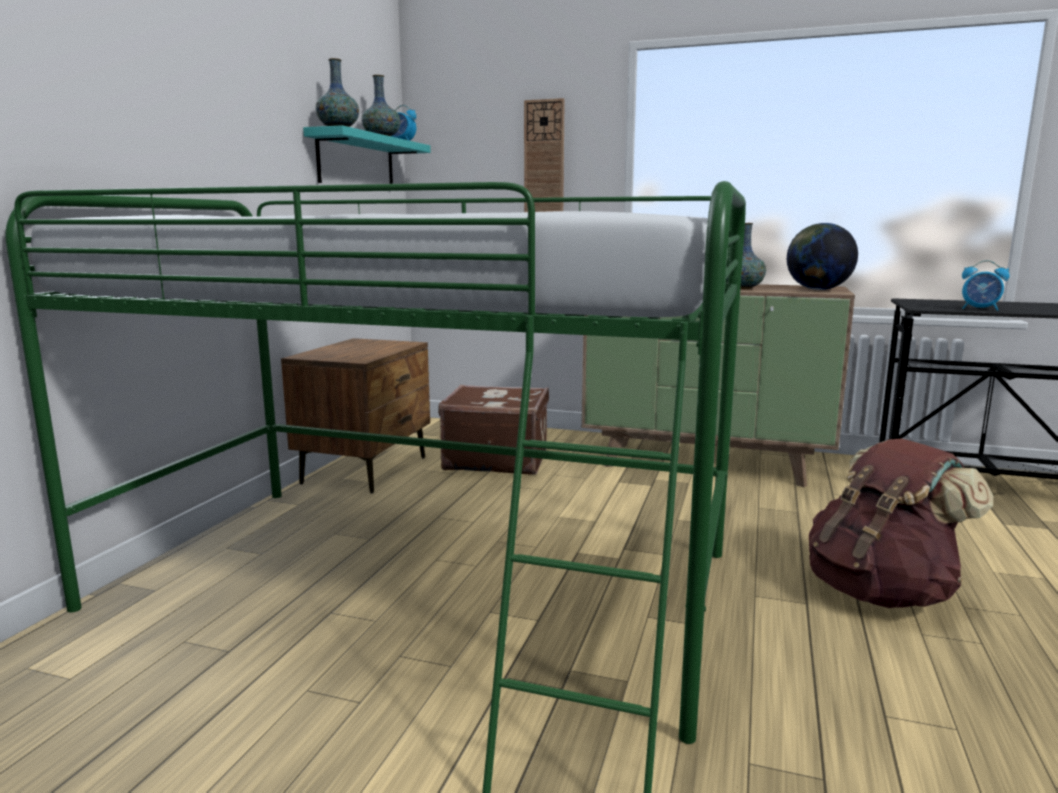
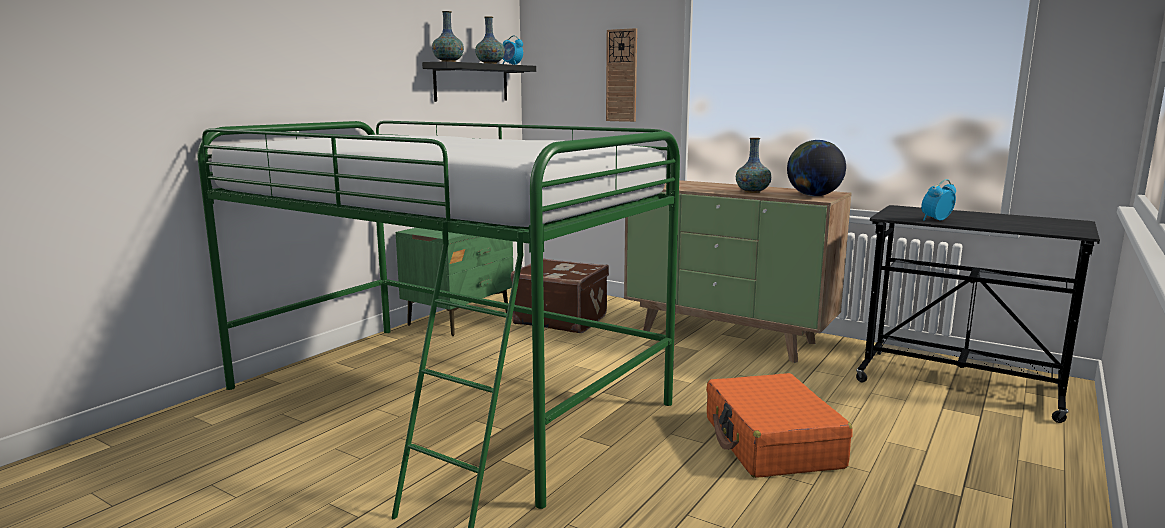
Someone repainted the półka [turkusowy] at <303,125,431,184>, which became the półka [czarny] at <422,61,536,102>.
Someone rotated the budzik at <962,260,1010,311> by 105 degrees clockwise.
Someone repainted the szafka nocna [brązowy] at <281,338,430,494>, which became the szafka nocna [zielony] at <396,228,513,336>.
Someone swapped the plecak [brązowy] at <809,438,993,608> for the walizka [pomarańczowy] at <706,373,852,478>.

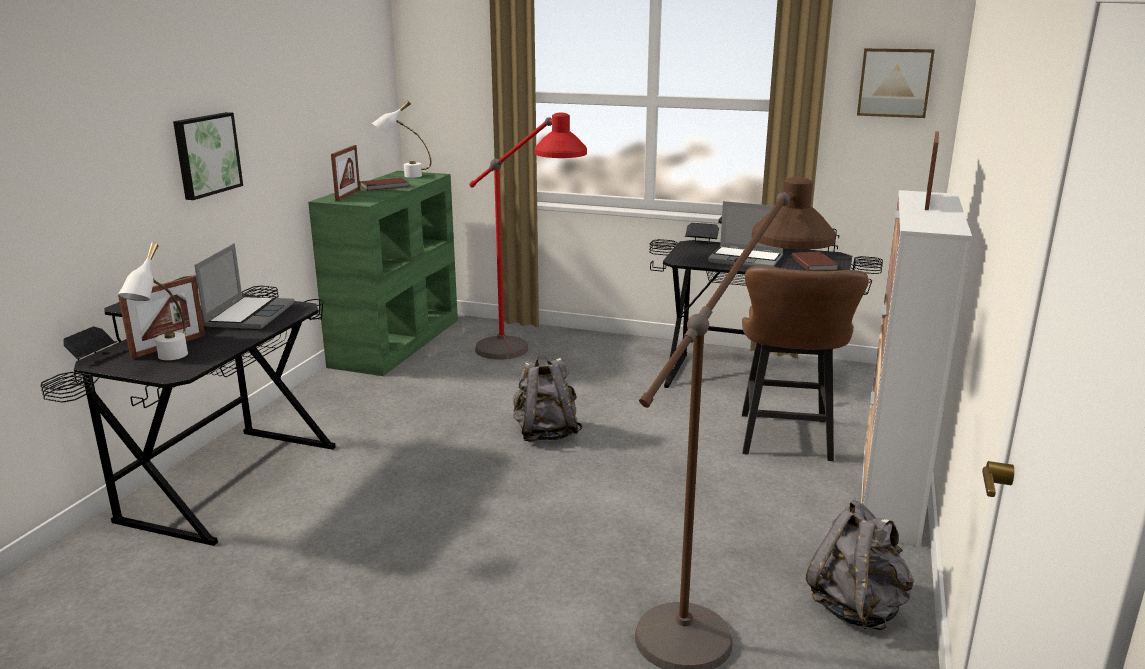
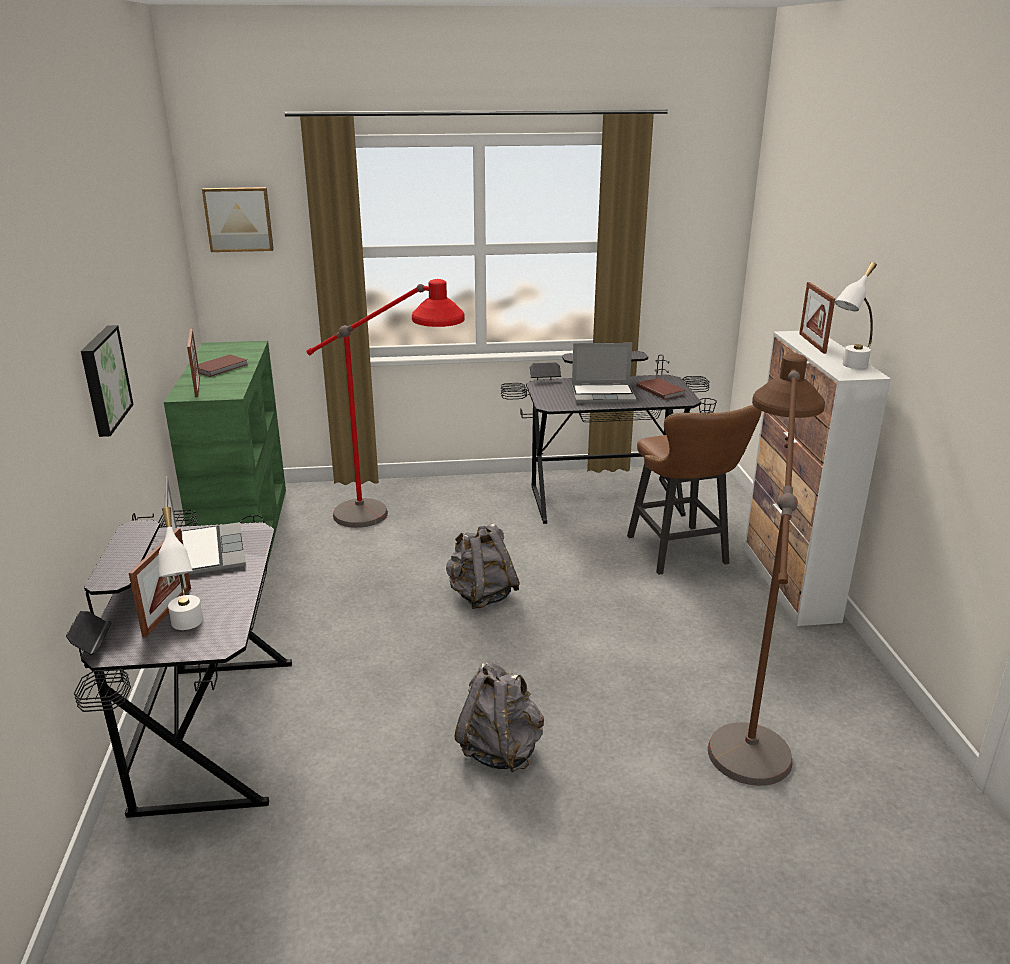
Someone carried the obraz from <857,48,935,118> to <202,187,274,252>.
Someone carried the lampa stołowa [biały] from <372,101,432,178> to <835,262,877,369>.
Someone carried the plecak [szary] from <806,500,914,630> to <455,661,544,772>.

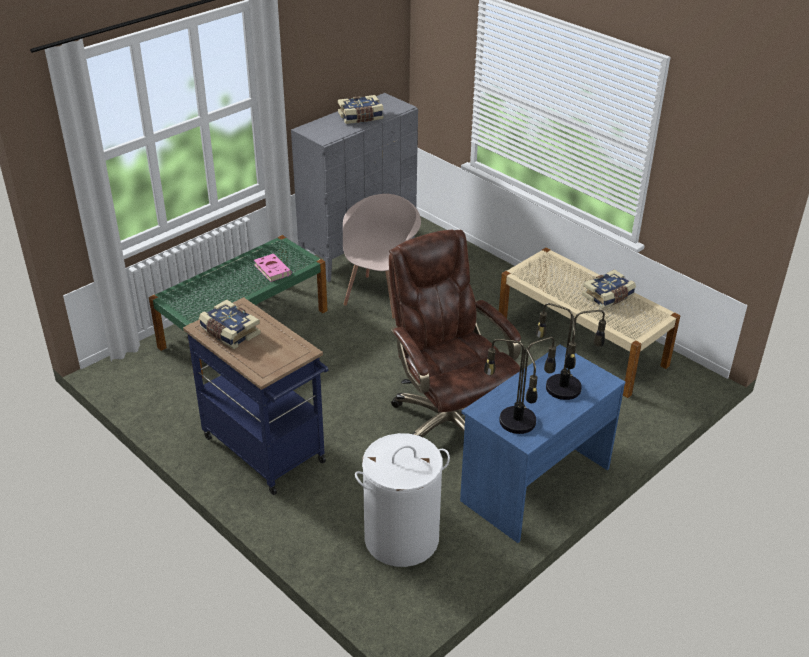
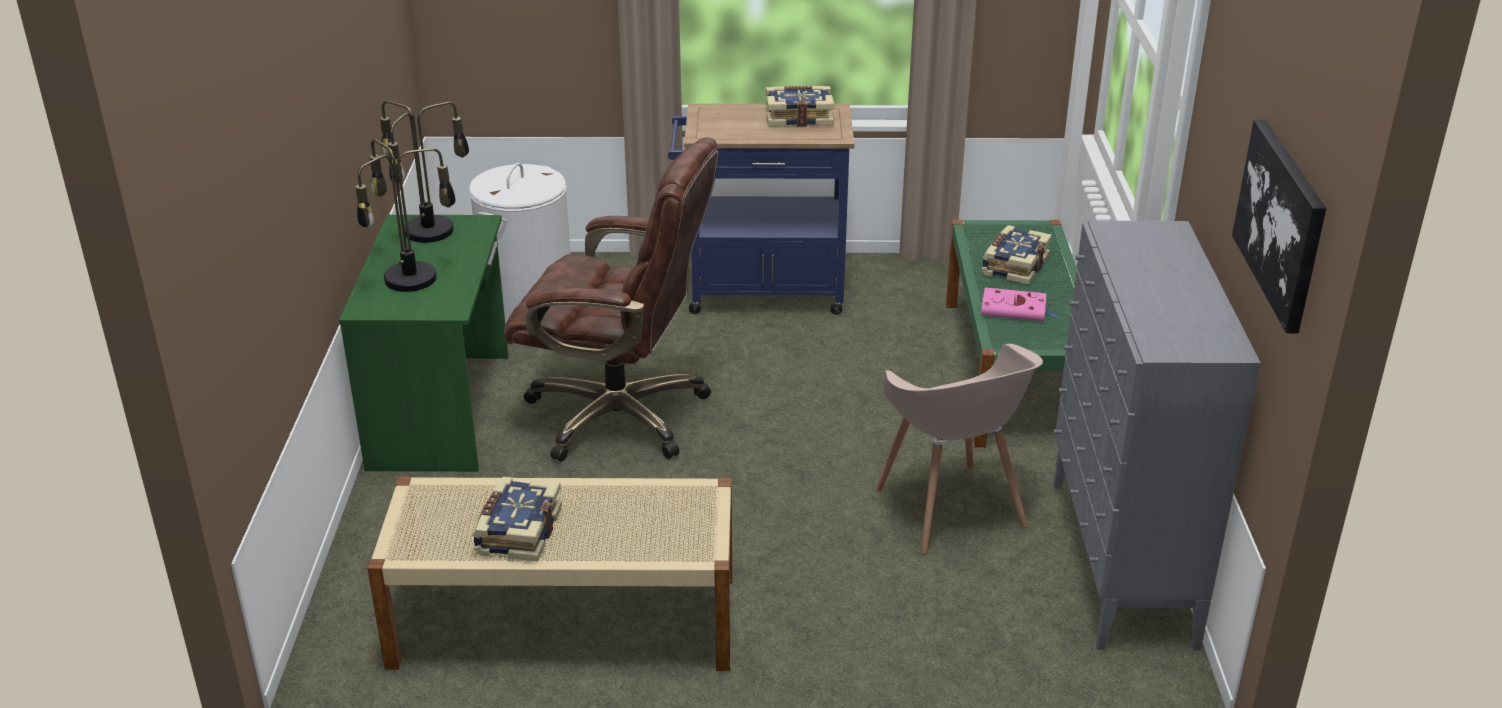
Someone carried the książka from <338,95,384,124> to <982,225,1052,285>.
Someone repainted the biurko [niebieski] at <460,345,625,543>, which became the biurko [zielony] at <339,215,508,472>.
Someone put up the obraz at <1232,119,1326,333>.

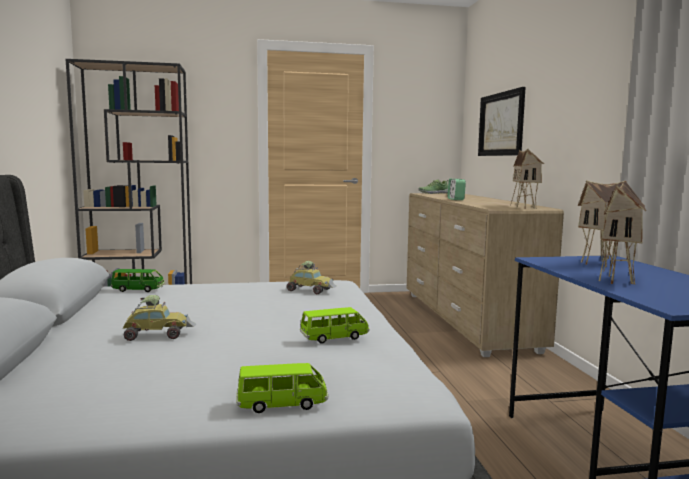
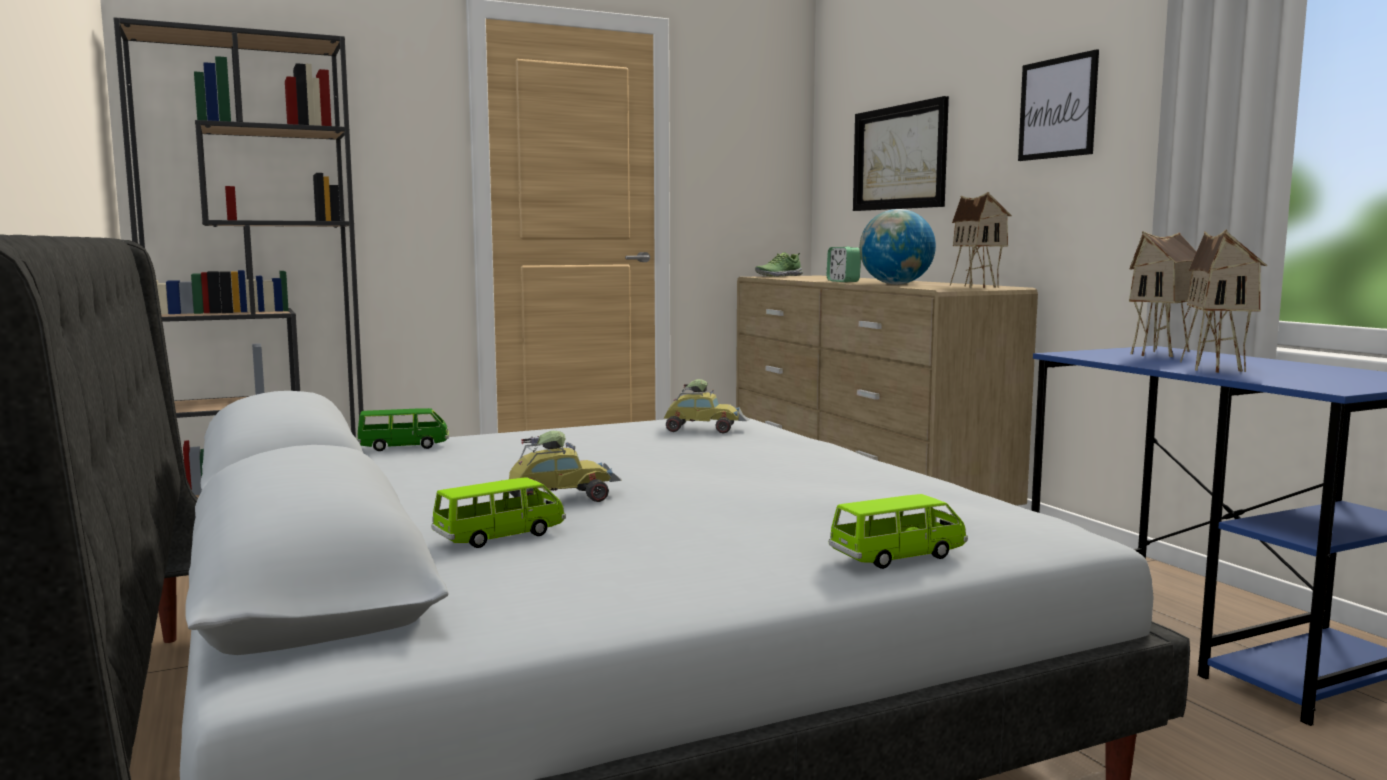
Someone carried the samochodzik [zielony] from <300,307,370,344> to <431,477,566,548>.
Someone put up the obraz at <1018,49,1099,161>.
Someone put down the globus at <859,209,936,284>.

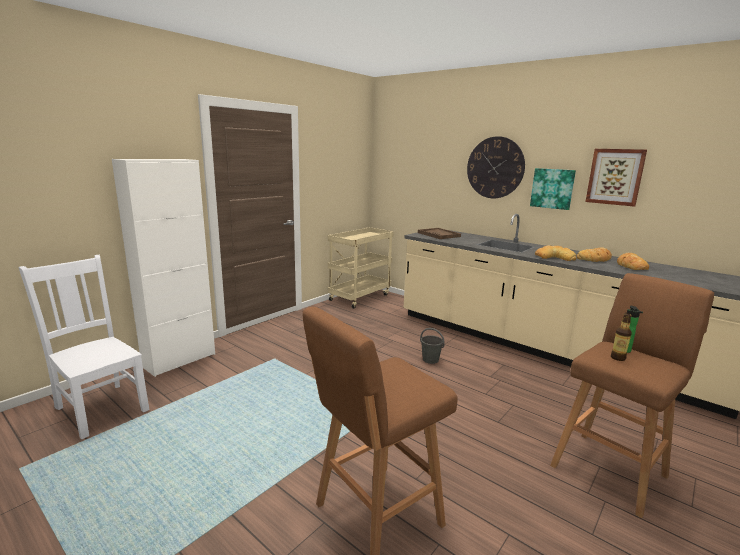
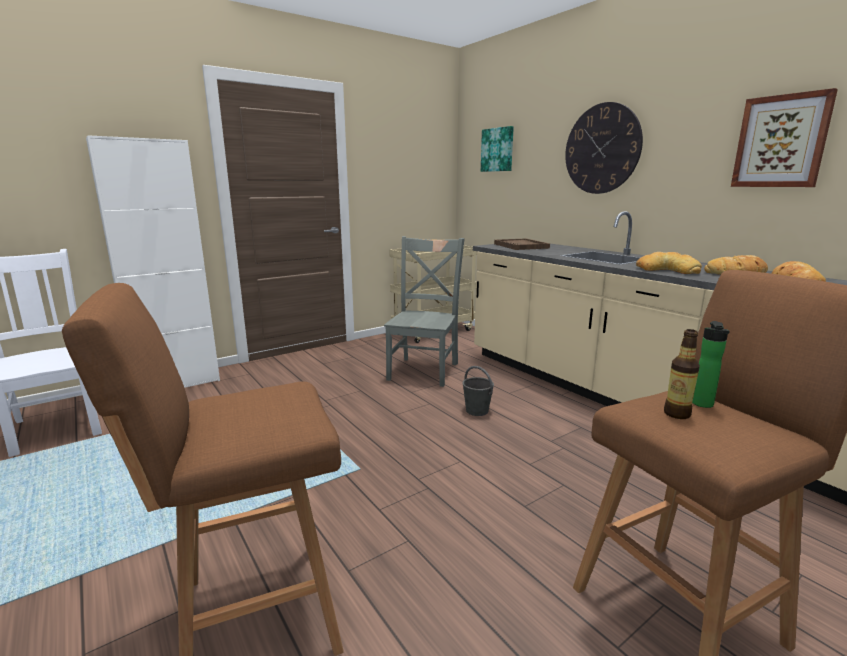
Someone carried the obraz from <530,168,576,210> to <481,126,514,172>.
Someone put down the krzesło [szary] at <384,236,465,387>.

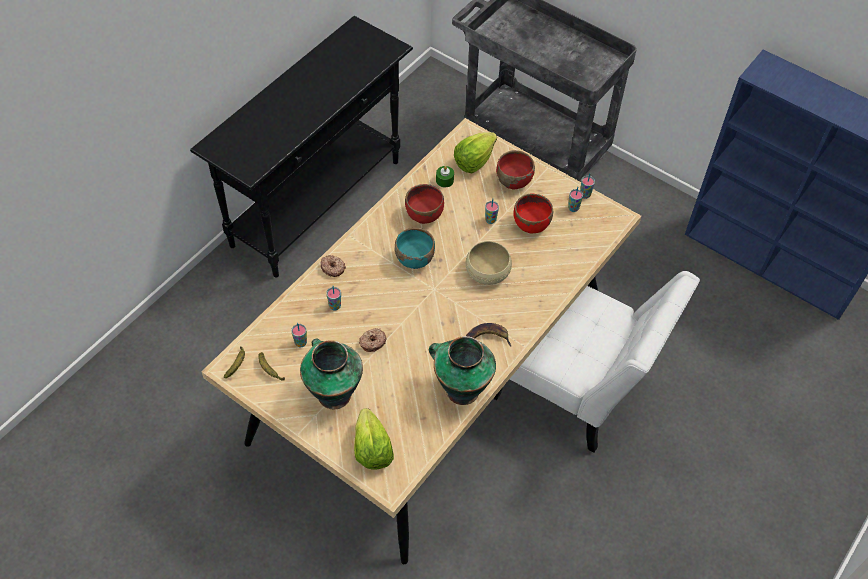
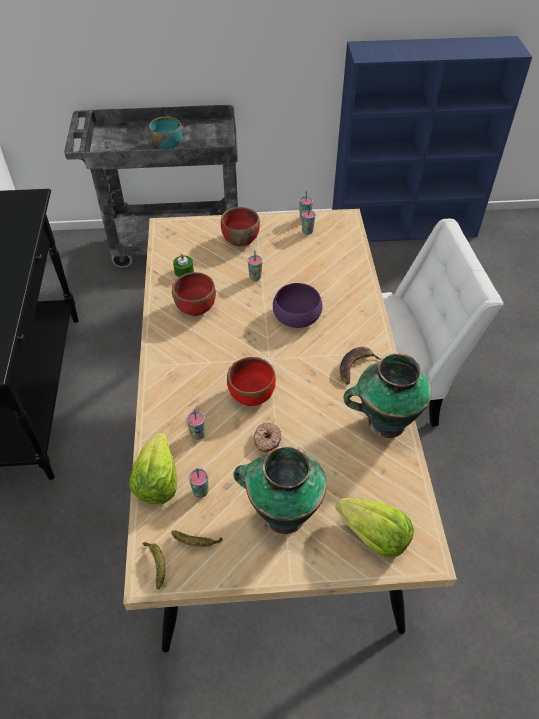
Someone carried the sałata from <454,132,497,173> to <129,432,177,504>.
Someone carried the miska [czerwony] from <513,193,553,233> to <227,357,276,406>.
Someone carried the miska [turkusowy] from <395,228,435,269> to <149,116,182,149>.
Someone repainted the miska [beżowy] at <466,241,512,285>, which became the miska [fioletowy] at <273,283,323,328>.
Someone took away the donut at <320,255,346,277>.

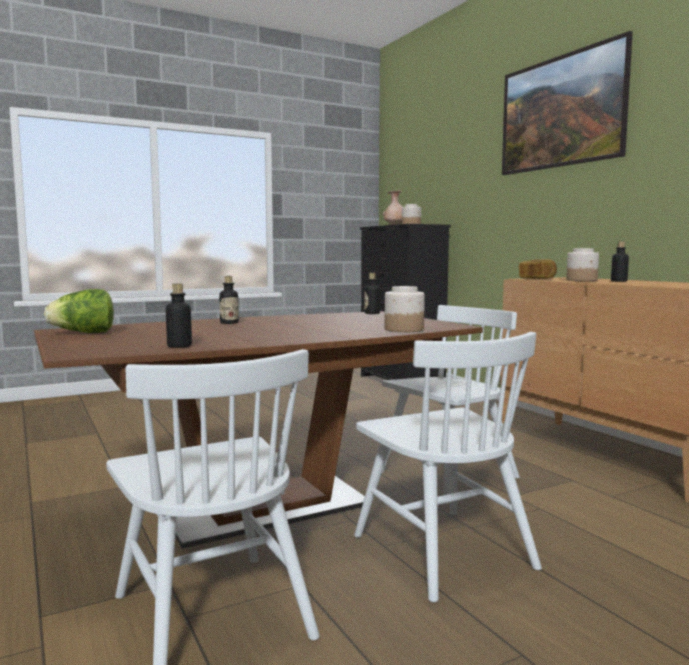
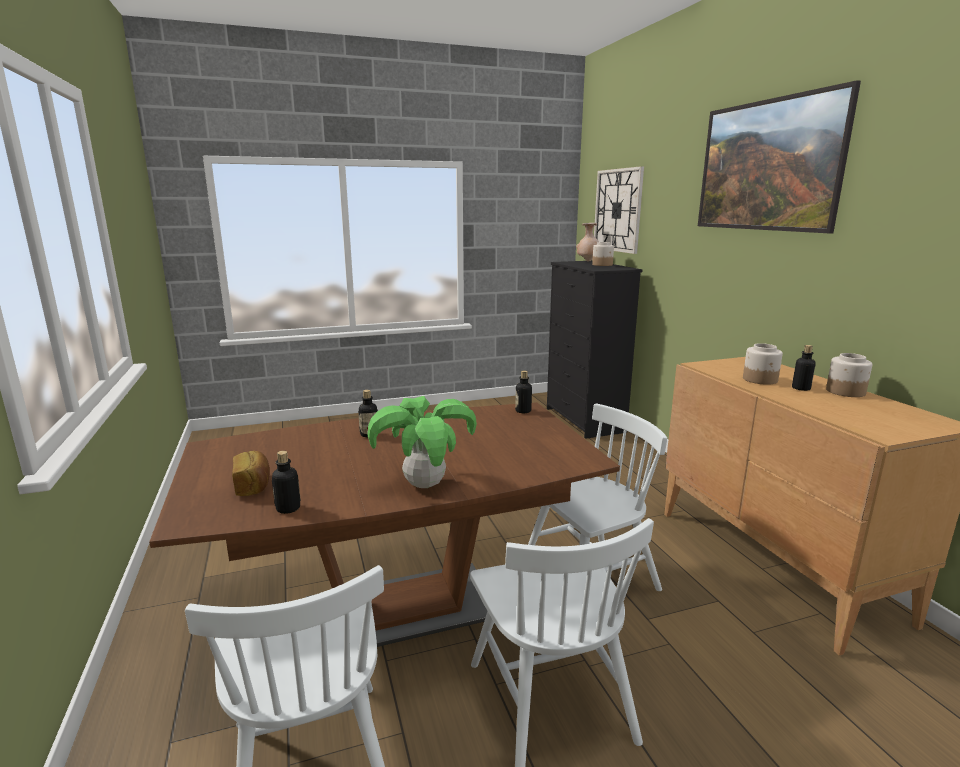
Someone carried the chleb from <519,259,557,279> to <232,451,270,496>.
Someone carried the słoik from <385,286,425,332> to <826,353,872,397>.
Someone took away the sałata at <44,289,114,333>.
Someone put up the zegar ścienny at <594,166,644,254>.
Someone put down the roślina doniczkowa at <367,396,477,488>.

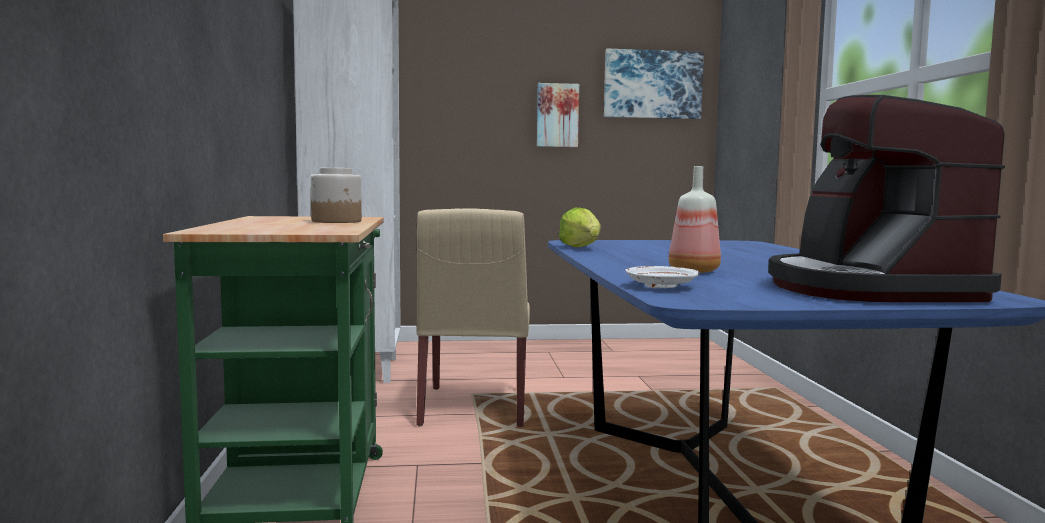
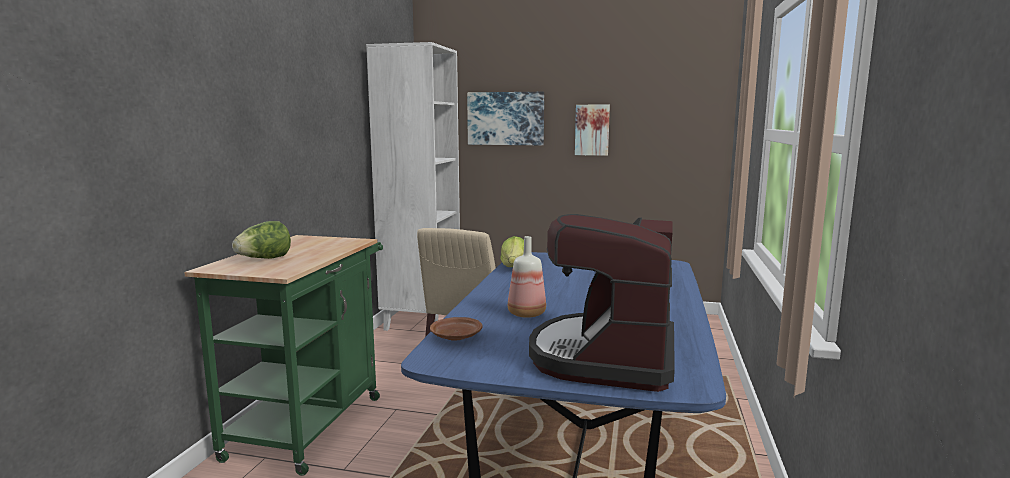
Someone carried the obraz from <604,49,704,119> to <467,92,544,145>.
Someone took away the słoik at <311,168,362,223>.
Someone repainted the talerz [biały] at <625,266,700,288>, which became the talerz [brązowy] at <430,317,483,341>.
Someone put down the sałata at <232,221,291,259>.

